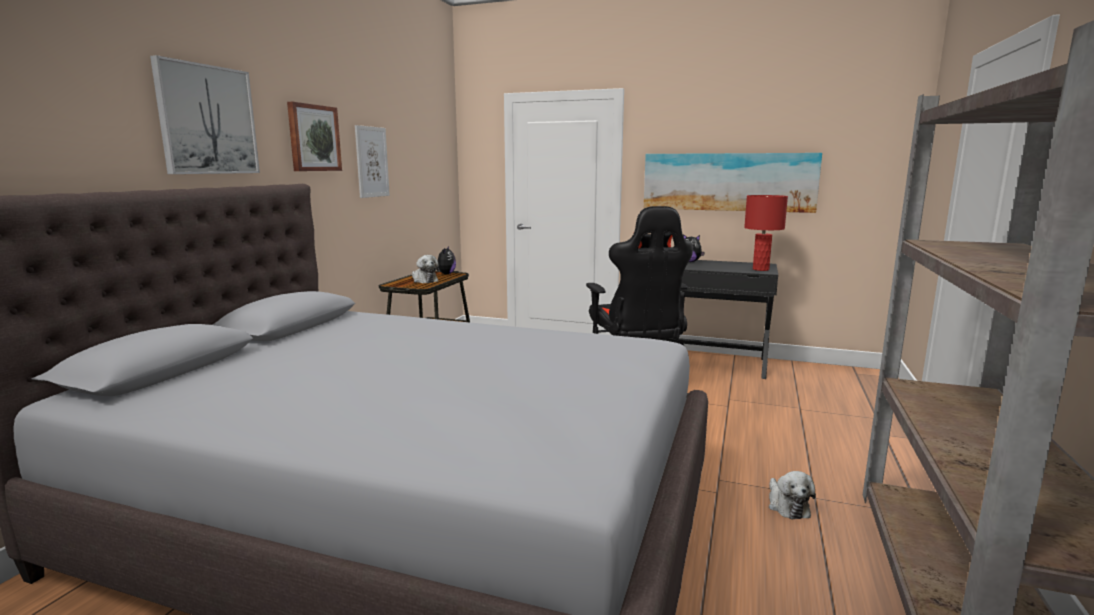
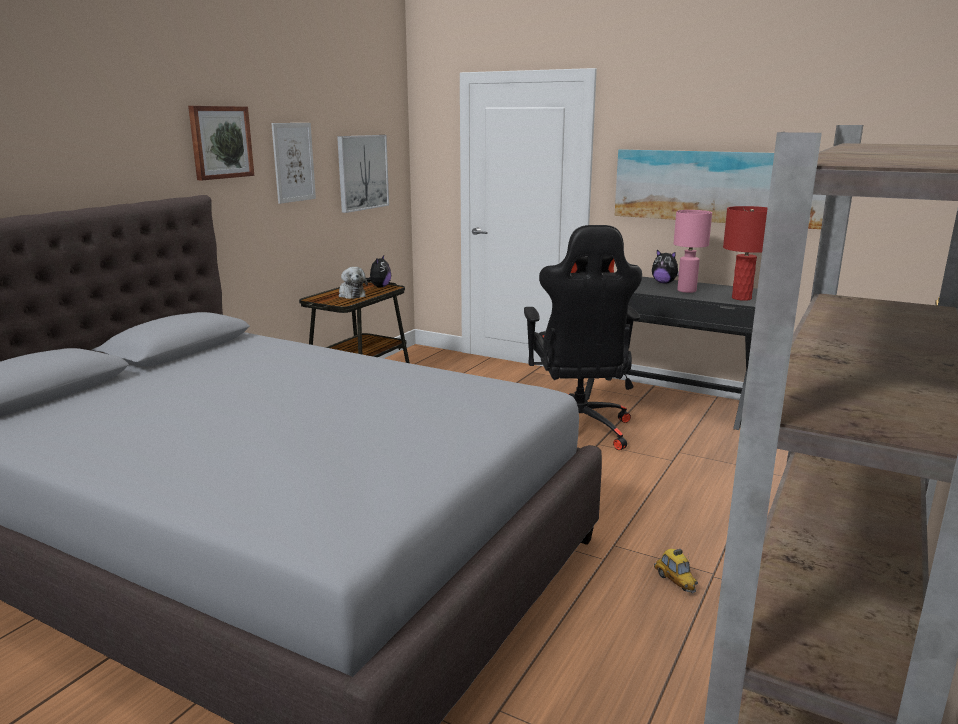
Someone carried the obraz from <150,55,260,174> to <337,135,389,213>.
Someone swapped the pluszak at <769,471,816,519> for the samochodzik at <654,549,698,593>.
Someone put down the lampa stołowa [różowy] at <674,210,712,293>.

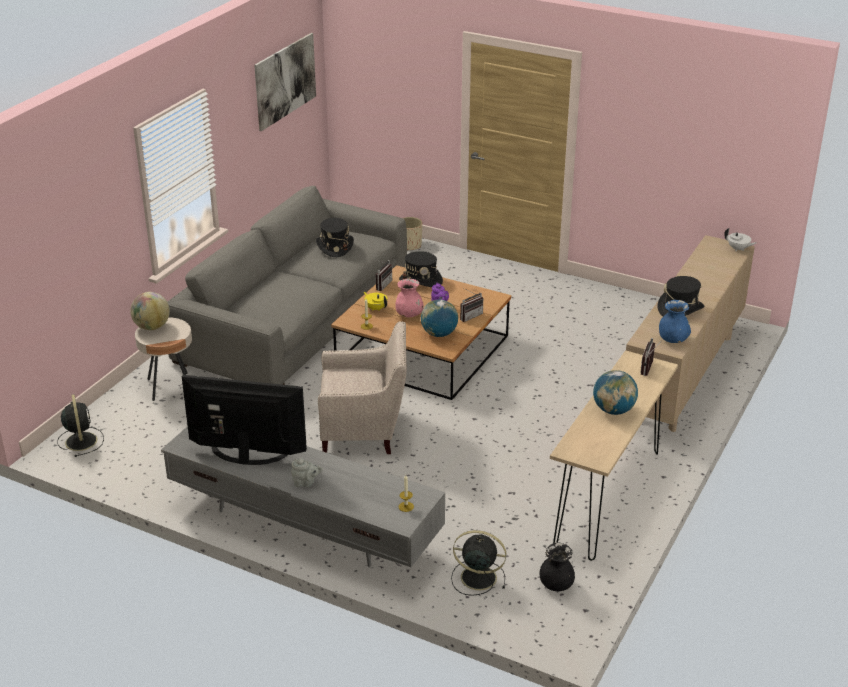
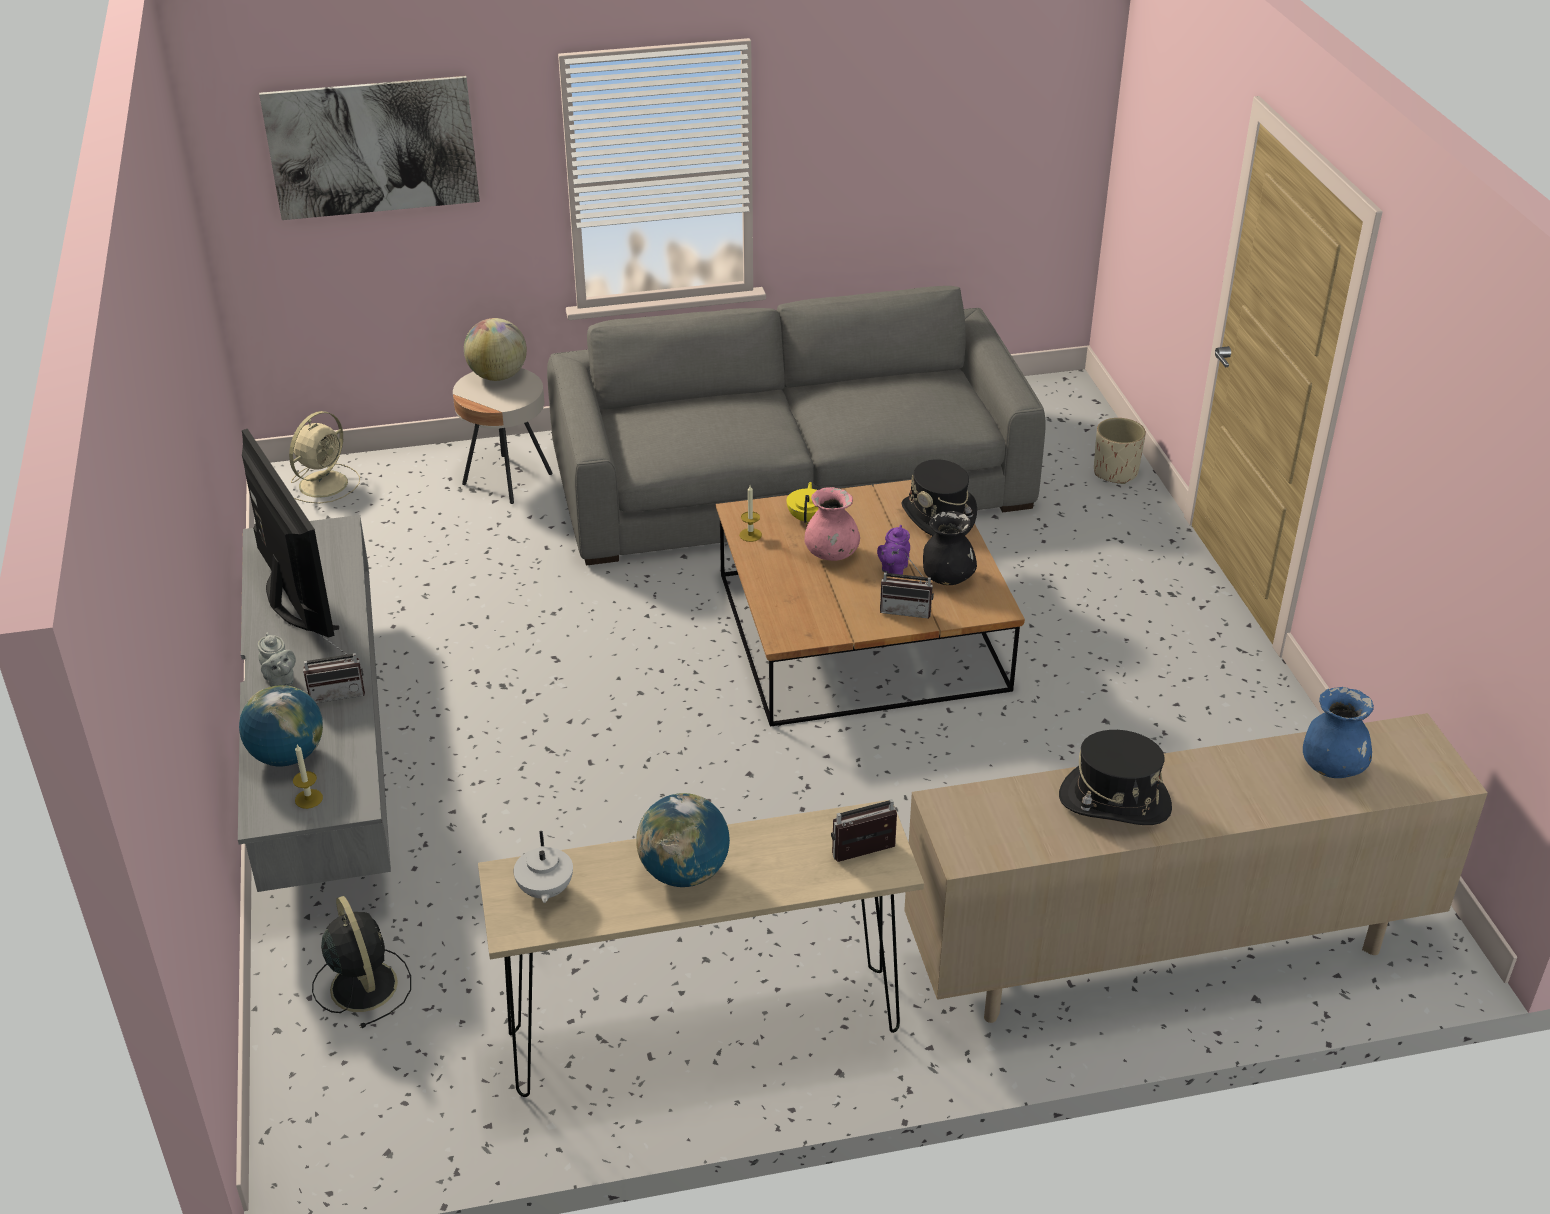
Someone carried the obraz from <254,33,316,131> to <259,76,480,220>.
Someone took away the kapelusz [czarny] at <316,218,354,257>.
Someone carried the imbryk [biały] from <724,228,756,251> to <514,831,573,903>.
Someone carried the radio from <374,259,392,291> to <303,635,365,703>.
Someone carried the globus from <421,300,458,337> to <239,685,323,766>.
Someone carried the wazon [niebieski] from <659,300,691,343> to <1303,687,1374,778>.
Someone took away the fotel [beżowy] at <318,321,407,454>.
Someone repainted the wentylator [czarny] at <57,394,104,457>, which became the wentylator [beżowy] at <289,411,360,504>.
Someone carried the wazon [czarny] from <539,543,575,591> to <923,511,977,585>.

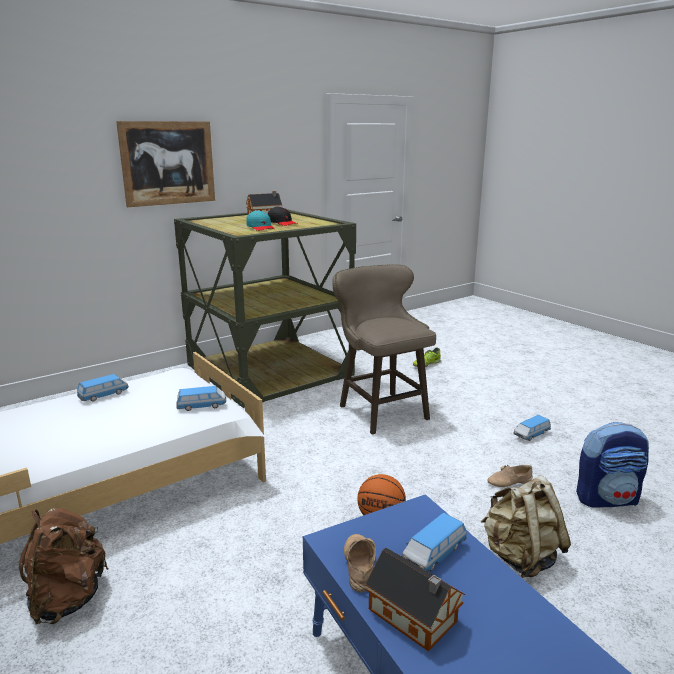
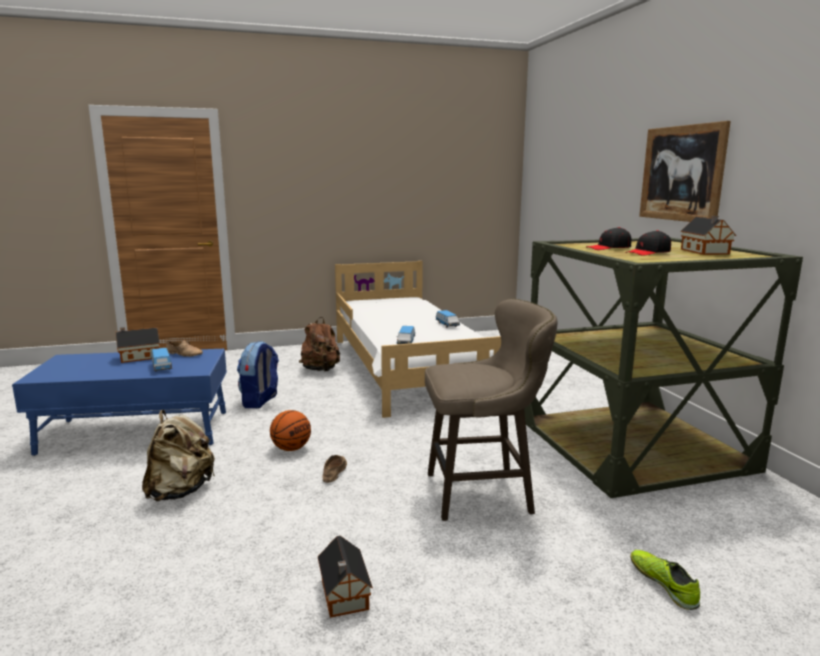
Someone repainted the czapka z daszkiem [turkusowy] at <246,210,274,231>, which became the czapka z daszkiem [czarny] at <586,227,631,250>.
Someone swapped the samochodzik at <513,415,551,441> for the domek at <318,536,373,618>.
Someone carried the plecak from <576,422,649,507> to <237,341,279,408>.
Someone carried the but [beżowy] from <488,465,533,487> to <323,455,347,483>.

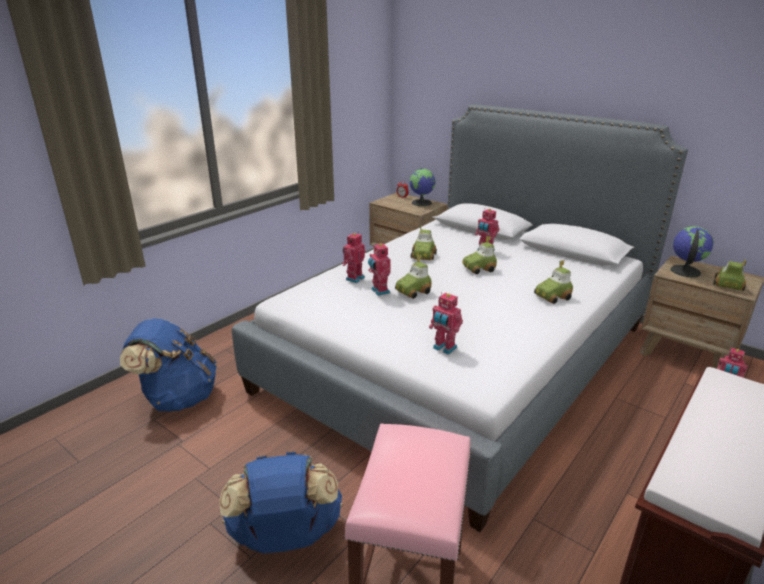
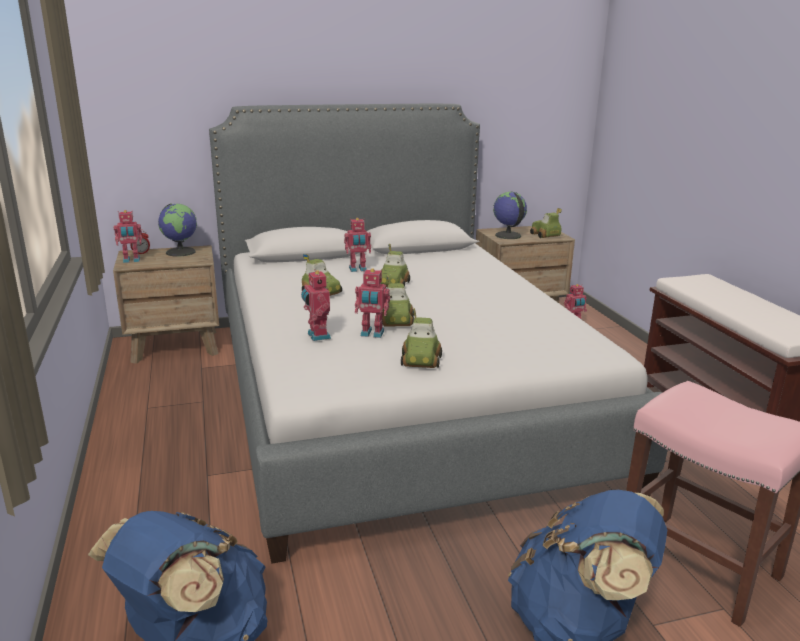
Someone carried the samochodzik from <534,260,573,304> to <401,308,442,368>.
Someone carried the robot zabawkowy from <429,292,463,355> to <114,210,142,263>.

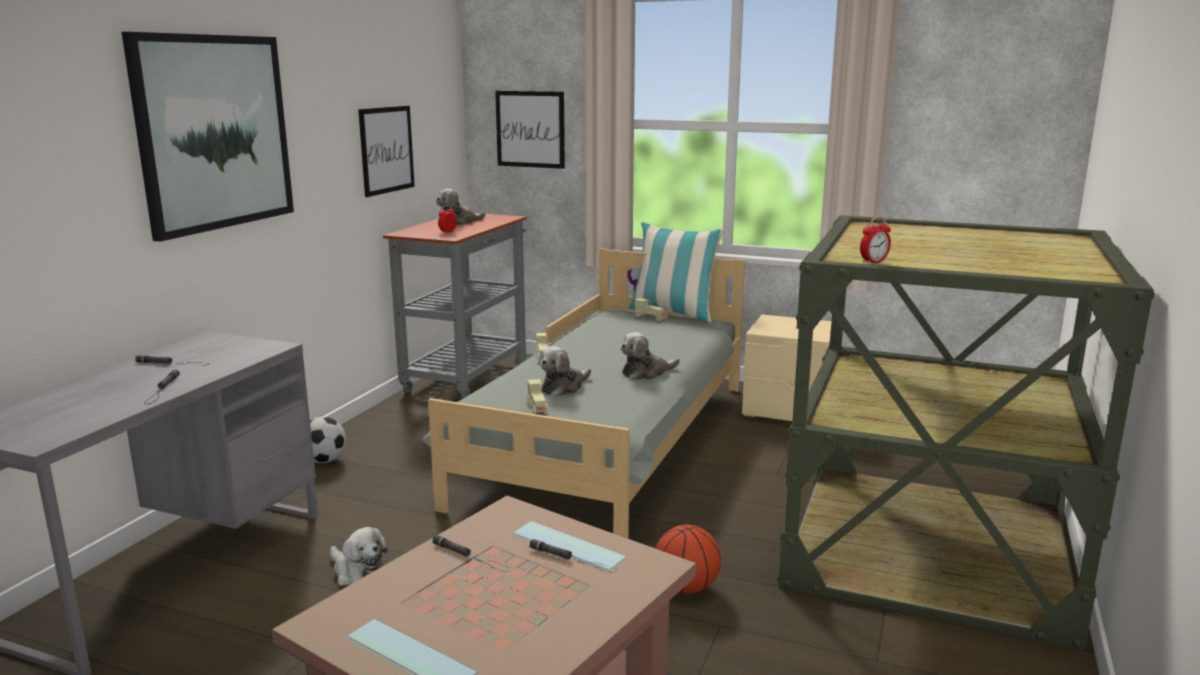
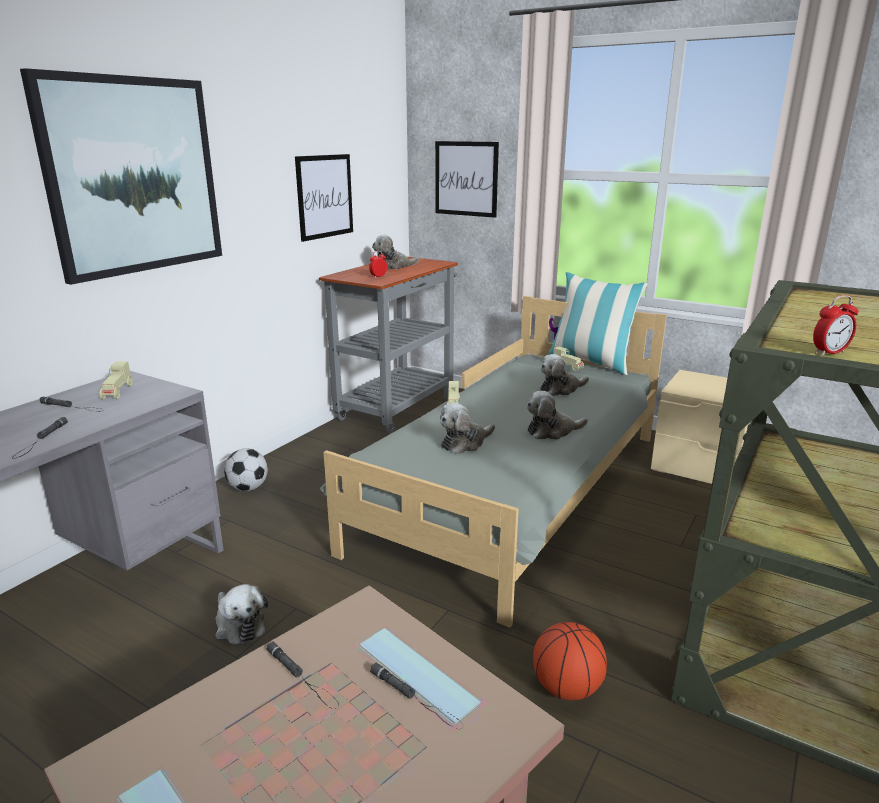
Someone carried the samochodzik [beżowy] from <527,379,548,415> to <100,361,133,400>.
Someone put down the pluszak at <540,354,589,396>.

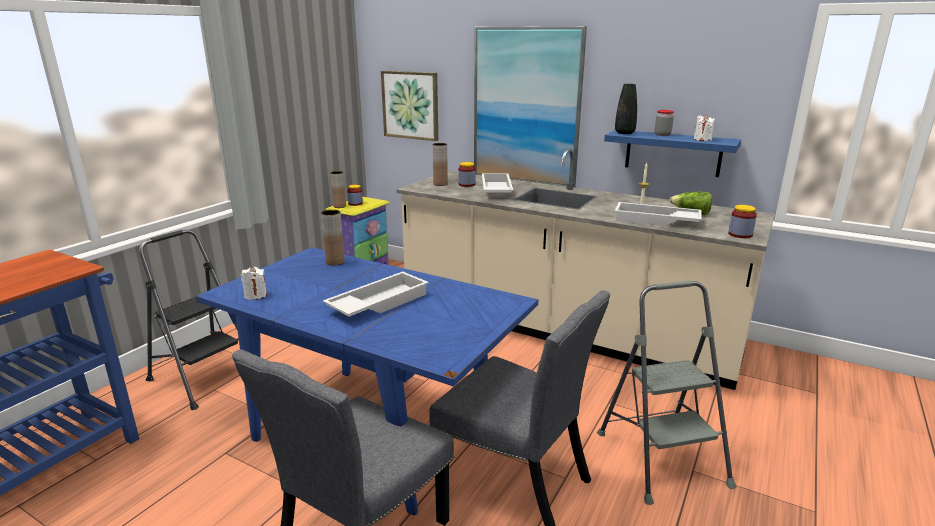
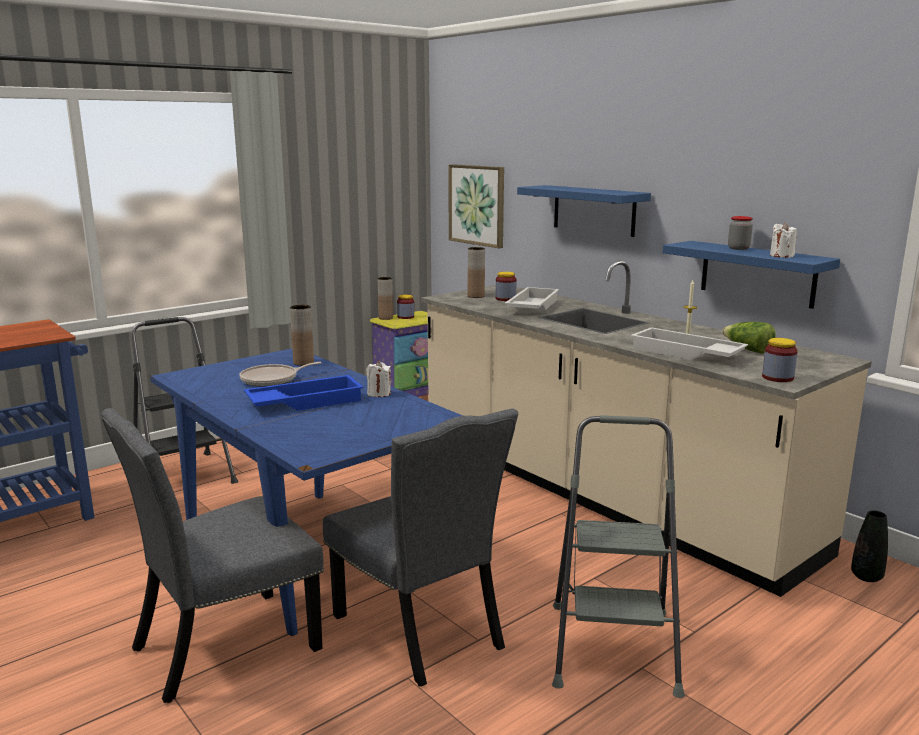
Someone swapped the obraz at <474,26,587,187> for the półka [niebieski] at <517,185,651,237>.
Someone carried the wazon [czarny] from <615,84,637,134> to <851,510,888,582>.
Someone carried the świeca [biały] from <241,266,267,300> to <366,361,391,397>.
Someone repainted the taca [biały] at <323,272,429,317>, which became the taca [niebieski] at <244,375,363,411>.
Someone put down the patelnia at <239,362,321,387>.

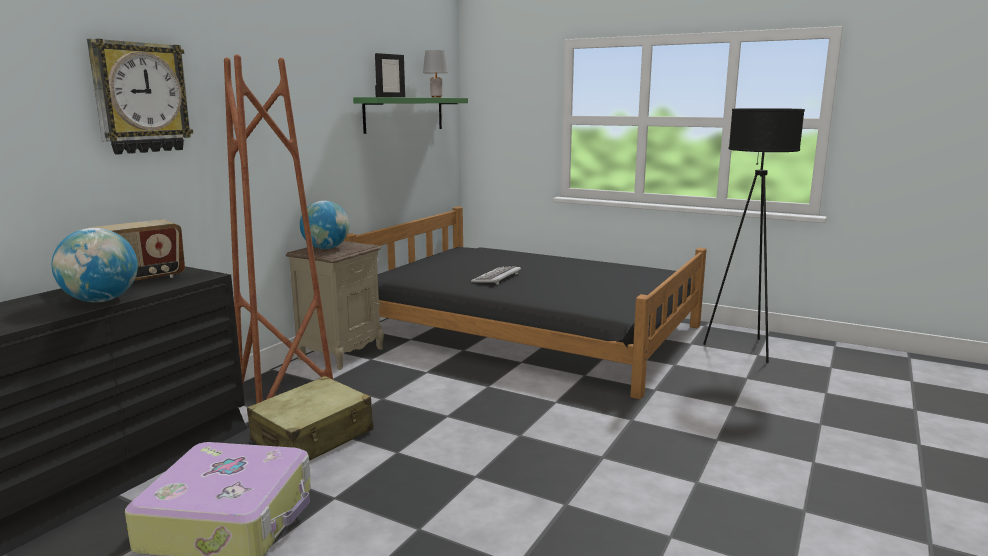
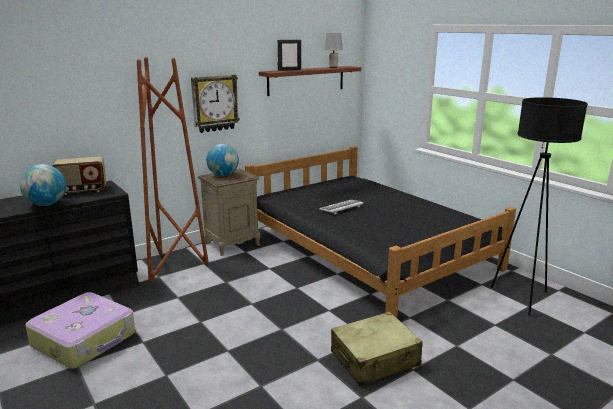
Someone carried the zegar ścienny from <87,39,193,155> to <191,75,240,133>.
Someone repainted the półka [zielony] at <353,97,468,134>, which became the półka [brązowy] at <259,66,361,96>.
Someone carried the walizka [beżowy] from <247,376,373,461> to <331,311,423,386>.

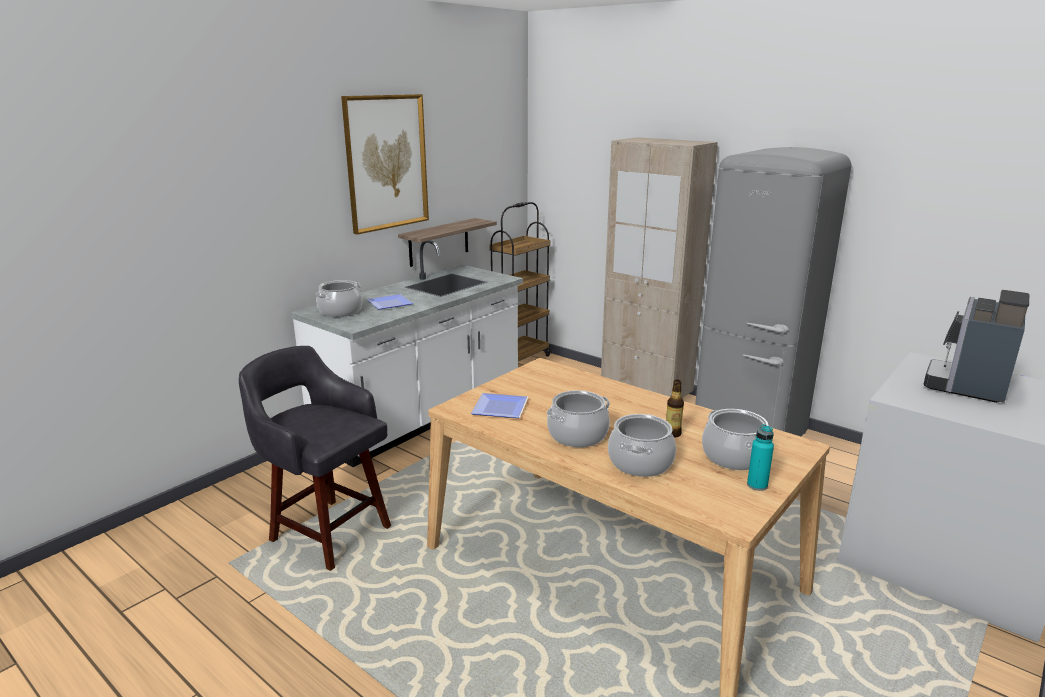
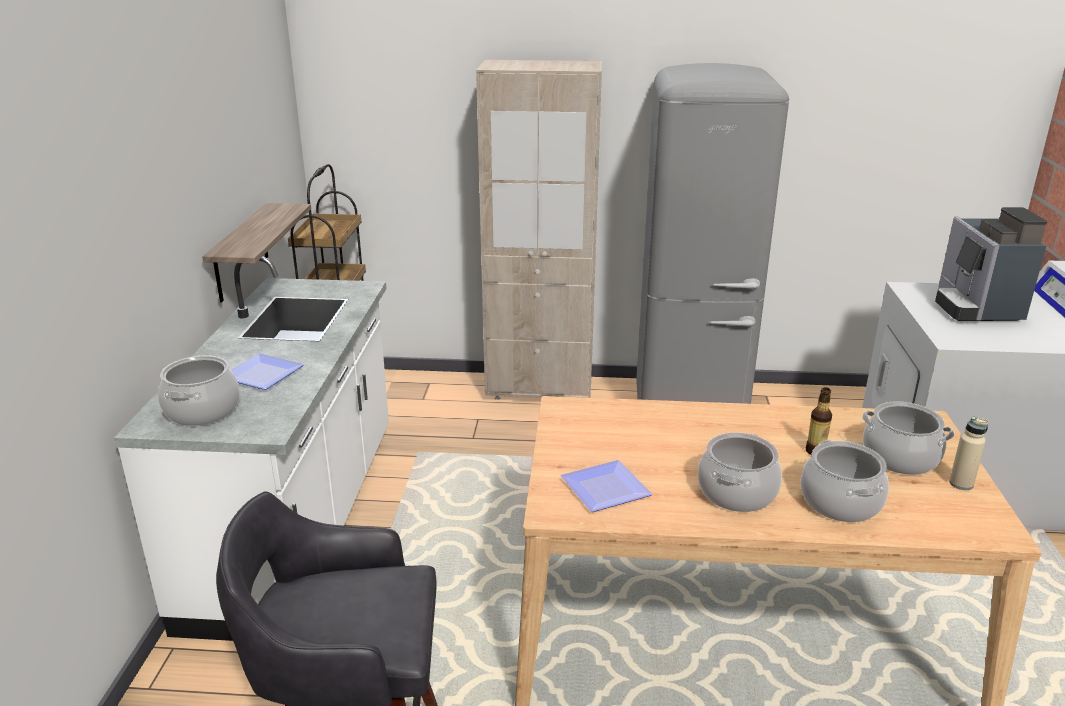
Someone took away the obraz at <341,94,429,235>.
Someone repainted the butelka [turkusowy] at <747,424,774,491>, which became the butelka [beżowy] at <949,417,989,490>.

